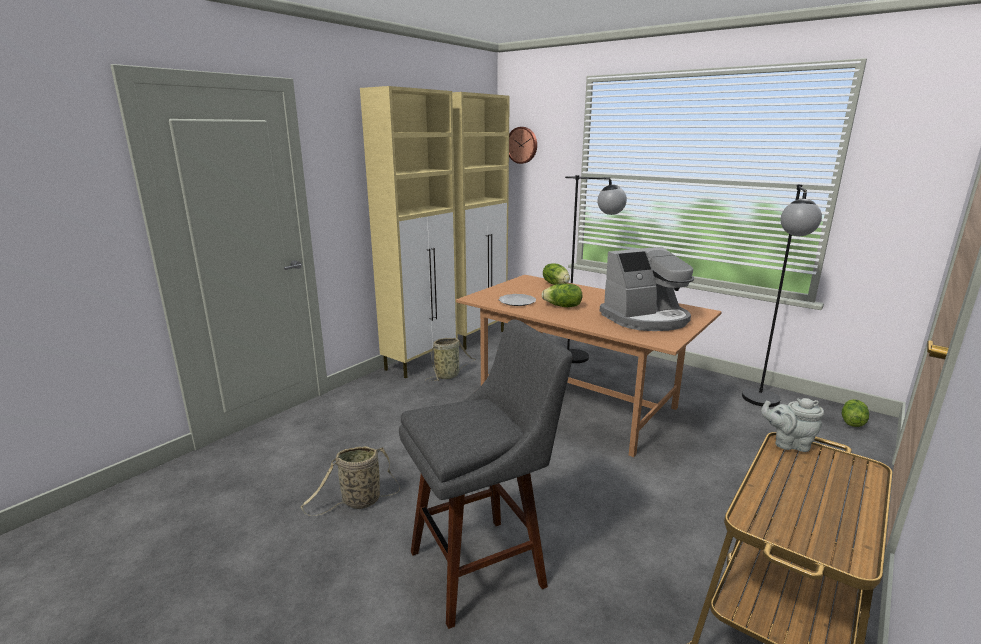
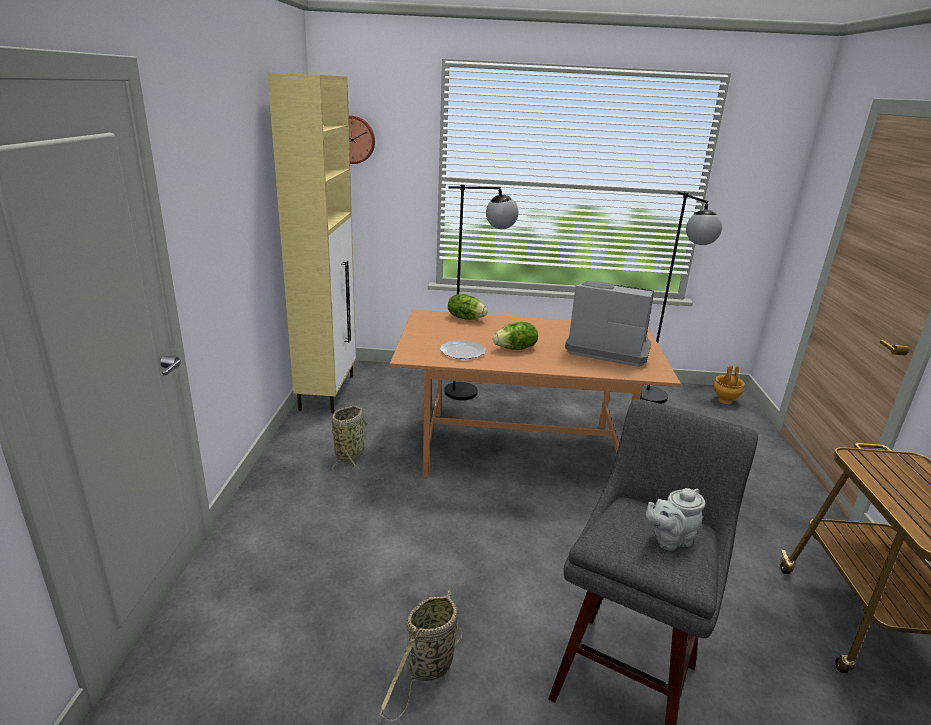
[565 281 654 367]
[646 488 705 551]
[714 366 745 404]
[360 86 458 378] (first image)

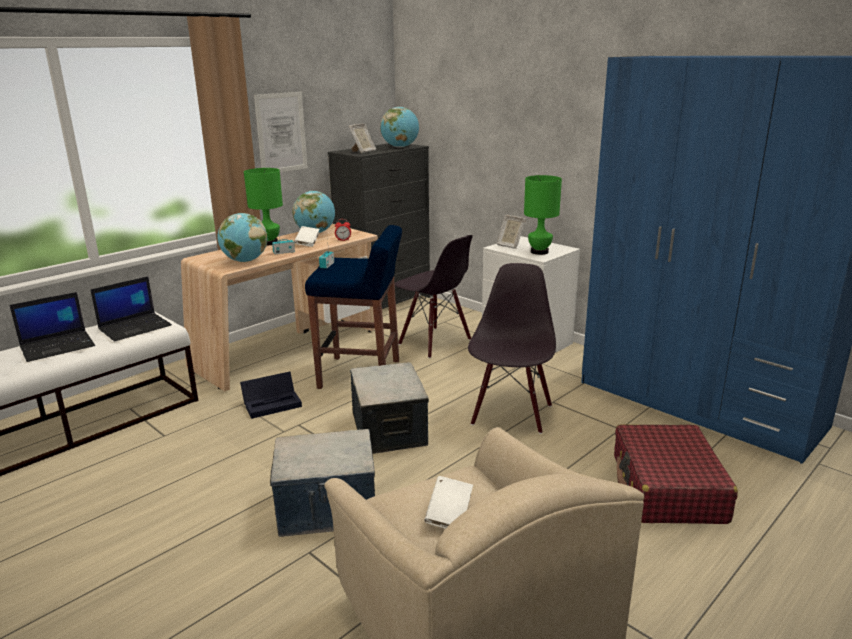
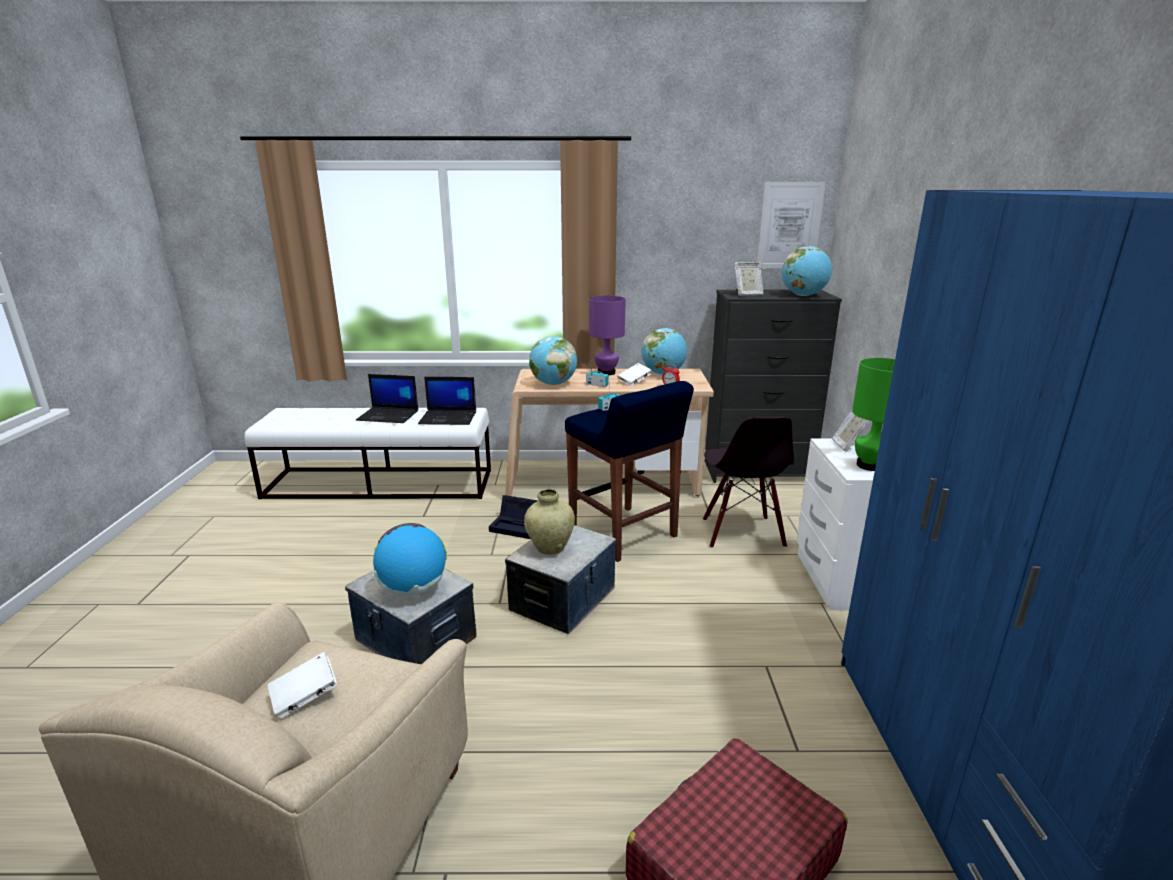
[373 523 447 596]
[524 489 575 555]
[589 296 626 375]
[757 182 826 268]
[468 263 556 434] (first image)

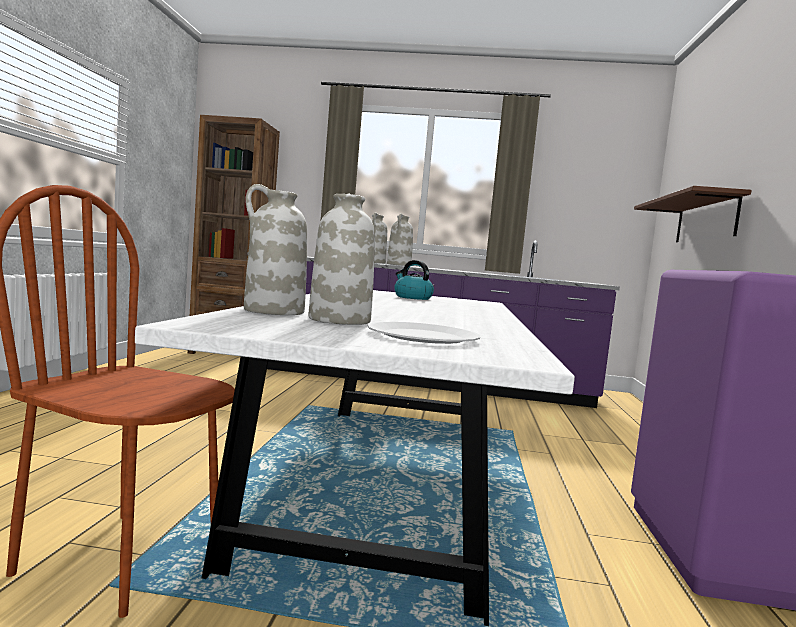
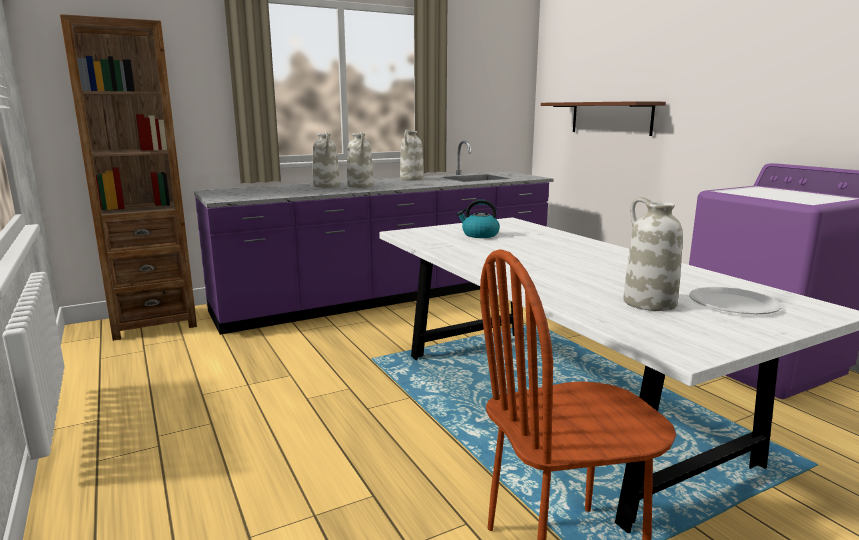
[400 130 424 181]

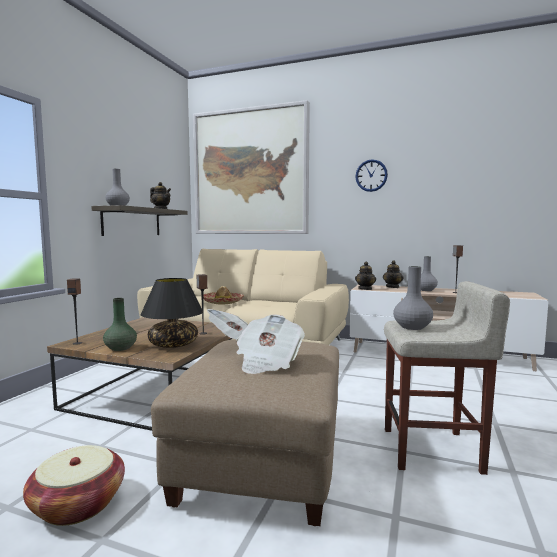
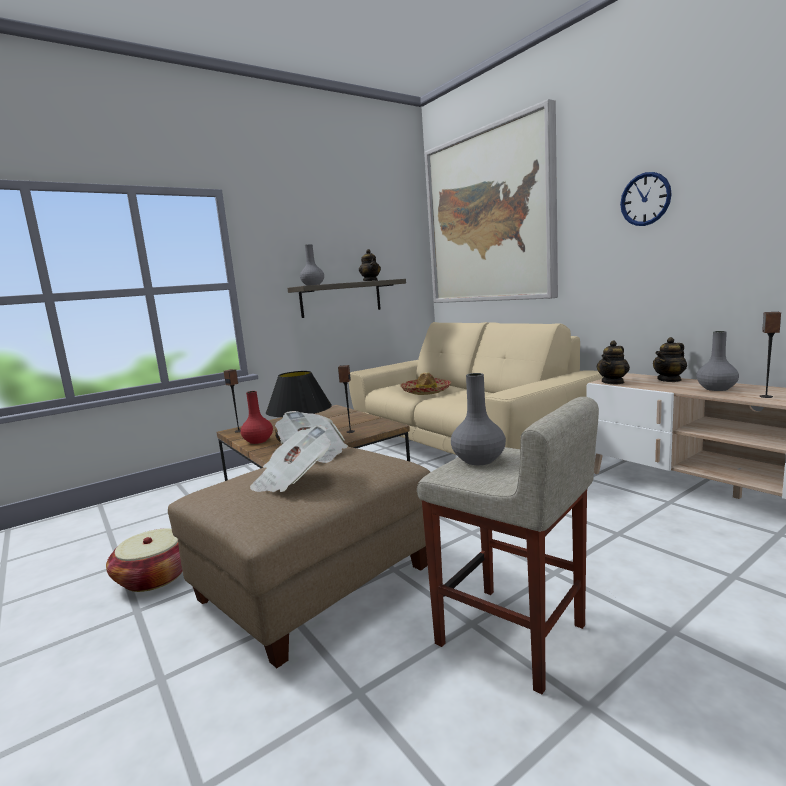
[240 391 273 444]

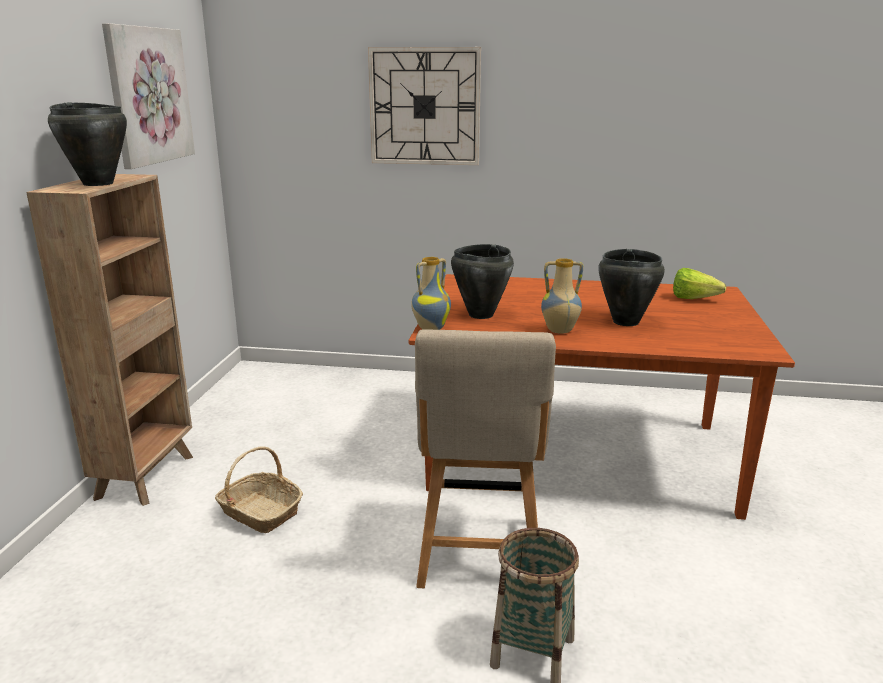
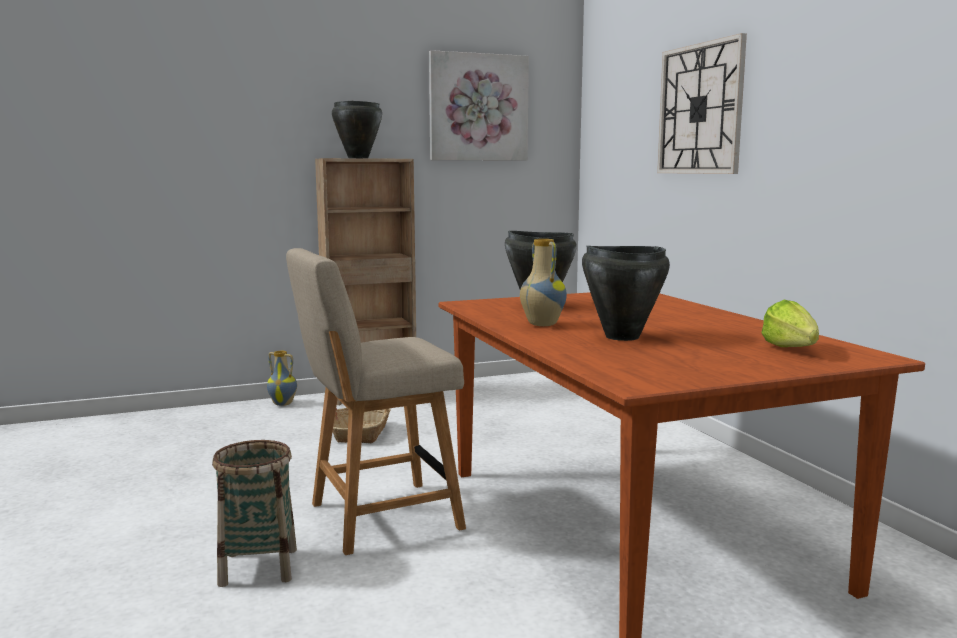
[267 351 297 406]

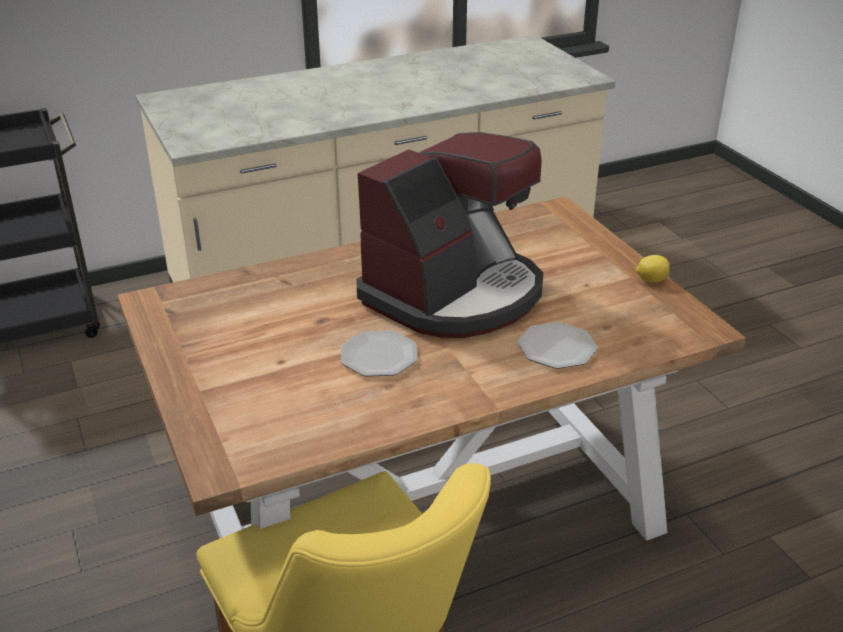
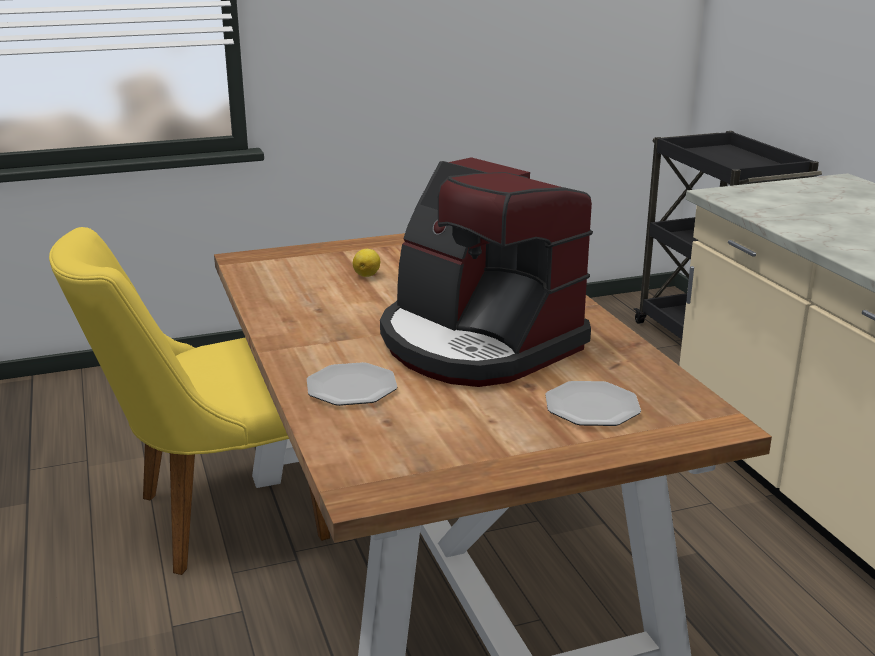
[353 249 380 277]
[545 381 641 426]

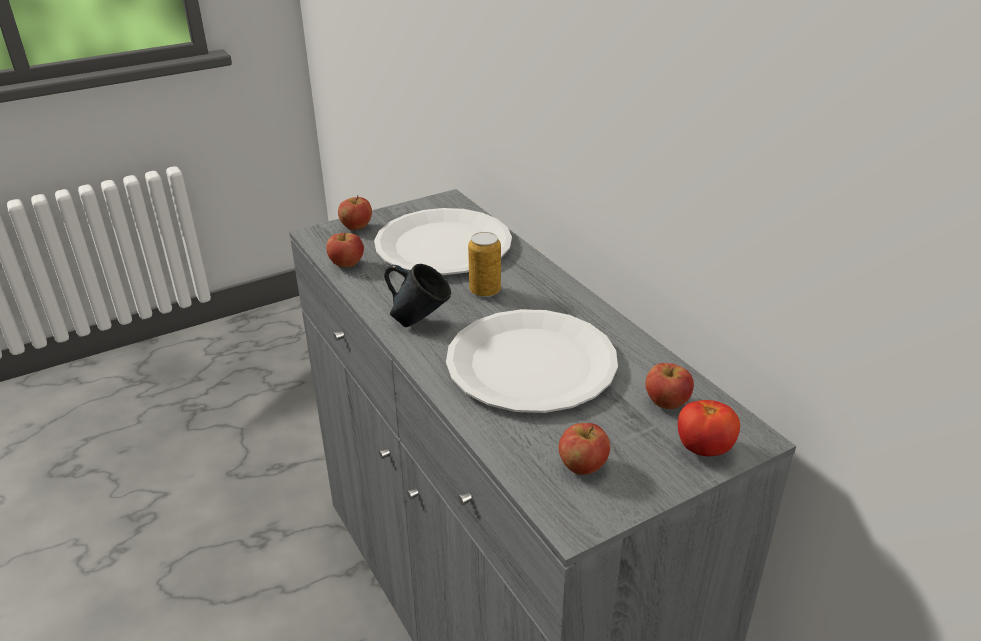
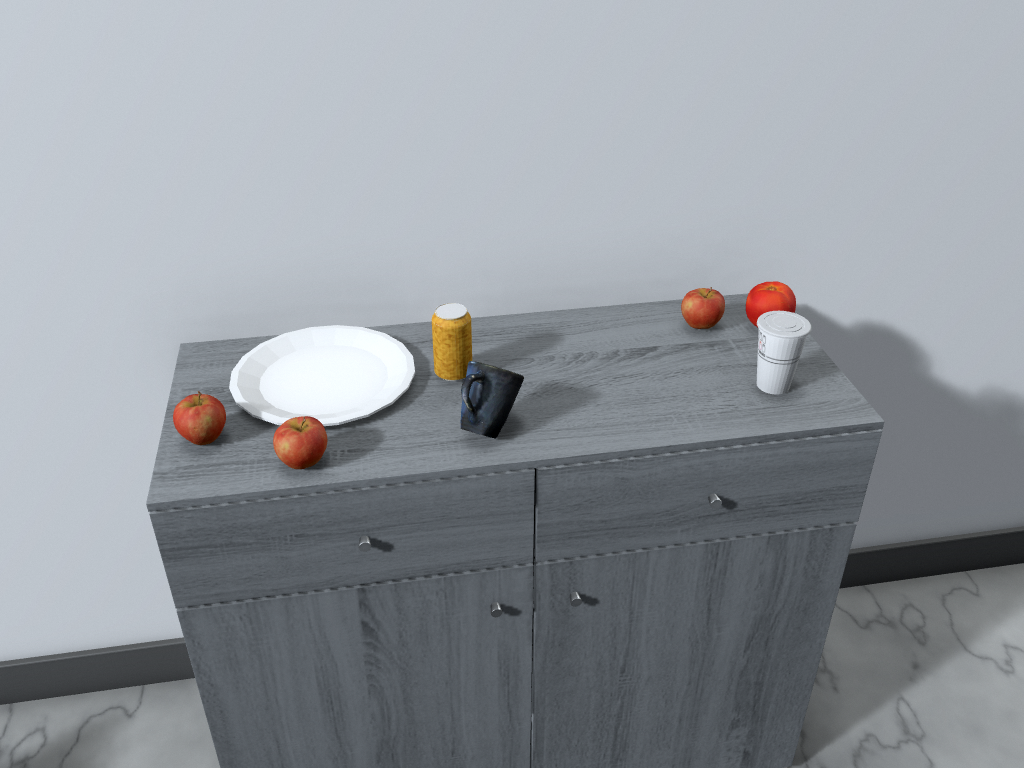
[757 311 811 395]
[446 309 618 413] (first image)

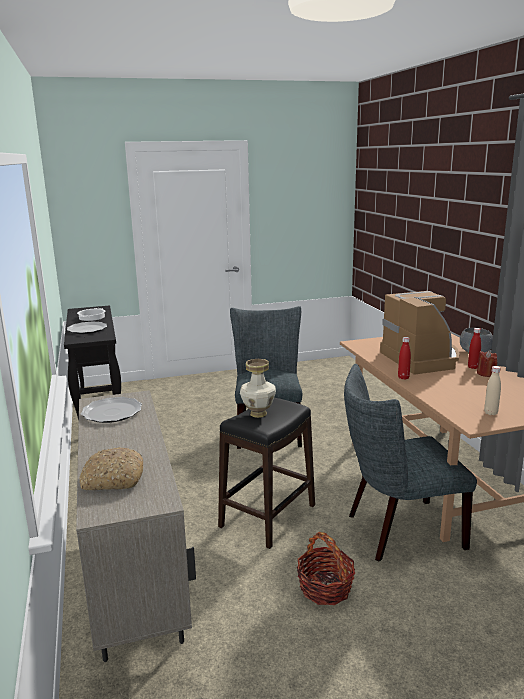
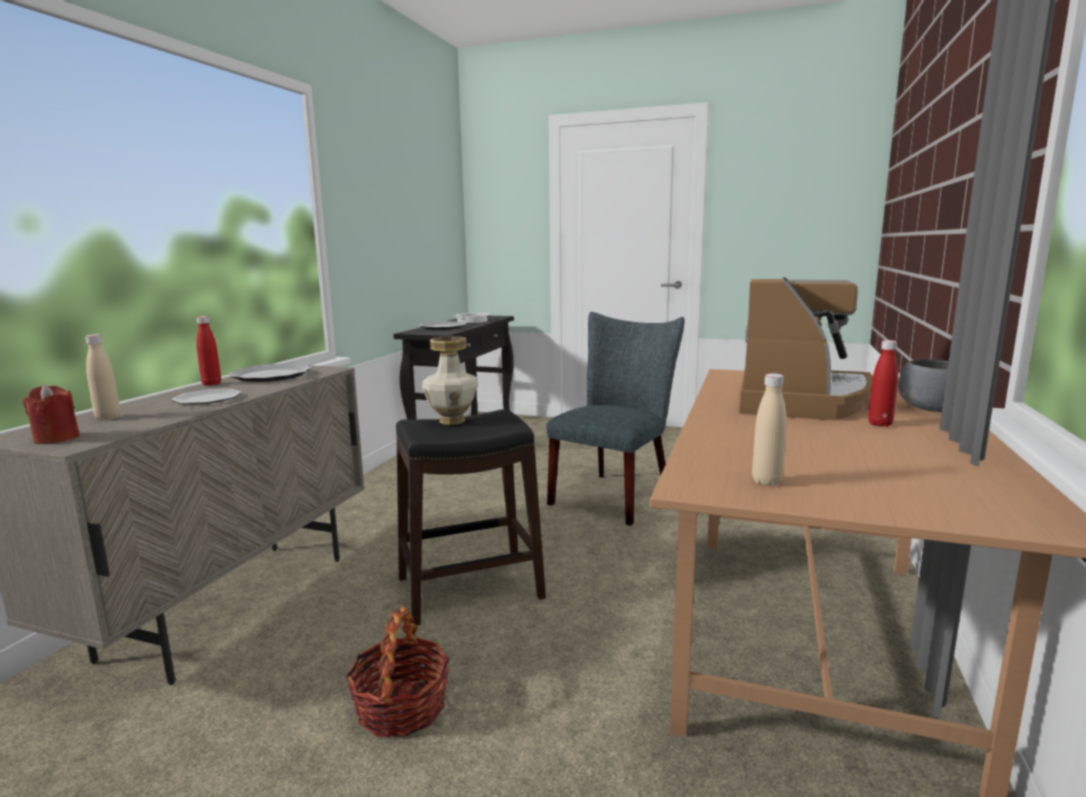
[23 384 80 444]
[85 334 120 420]
[171 389 242 404]
[196 316 221 386]
[344 364 477 561] (first image)

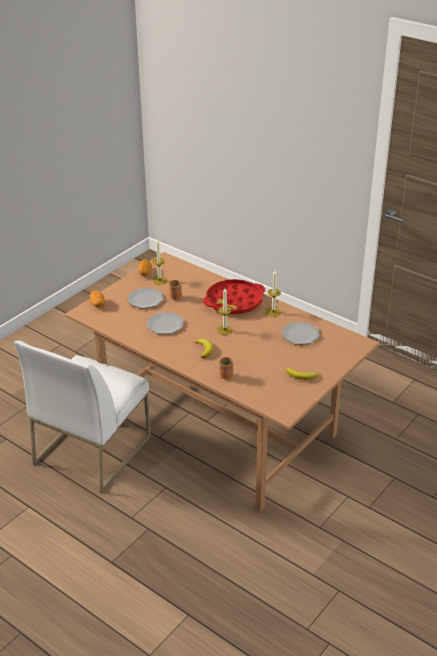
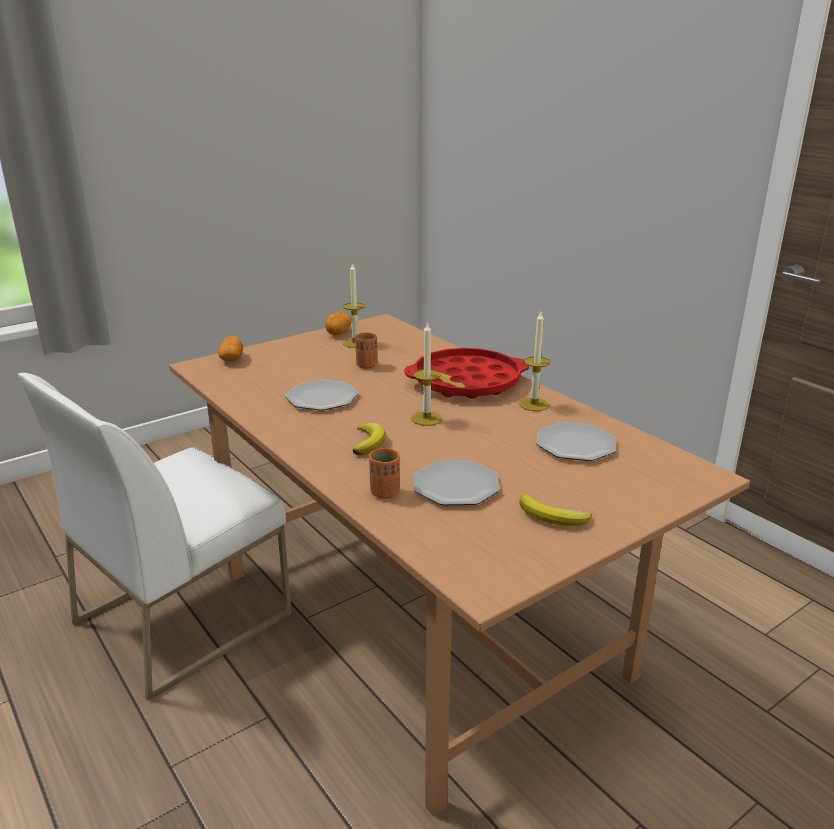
[413 460 500 505]

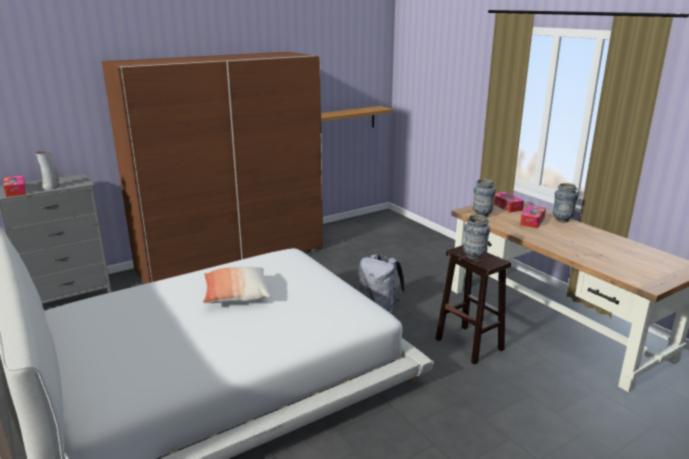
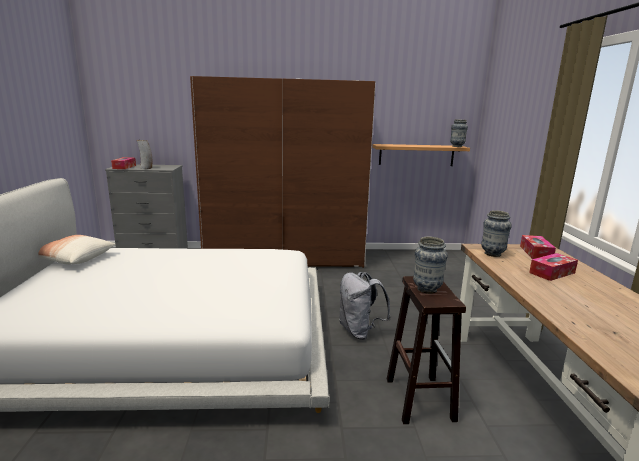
[38 235 116 264]
[450 119 468 147]

